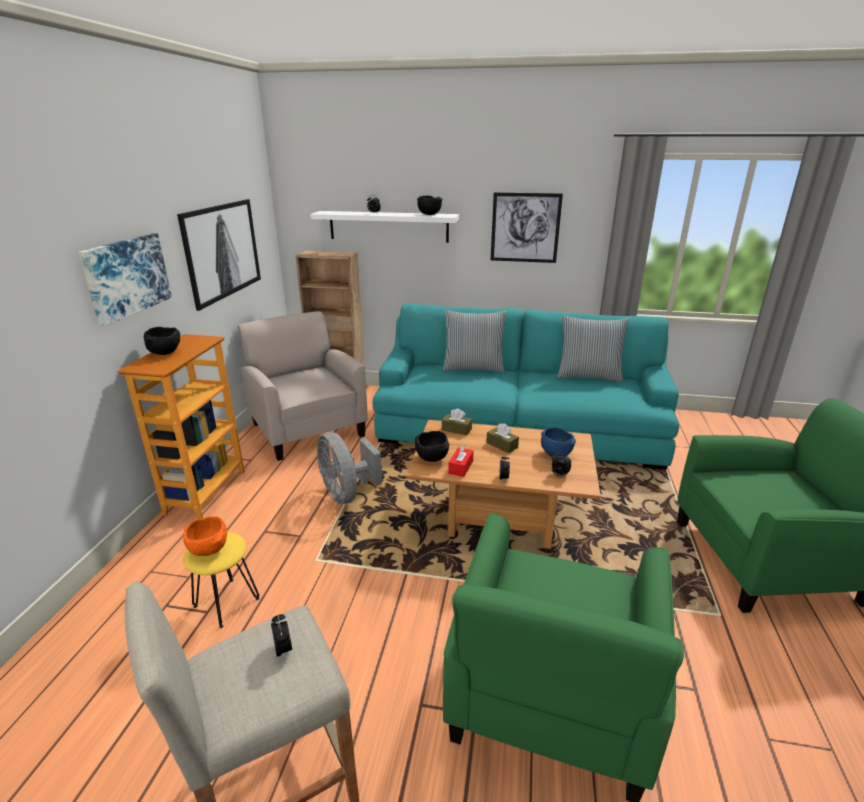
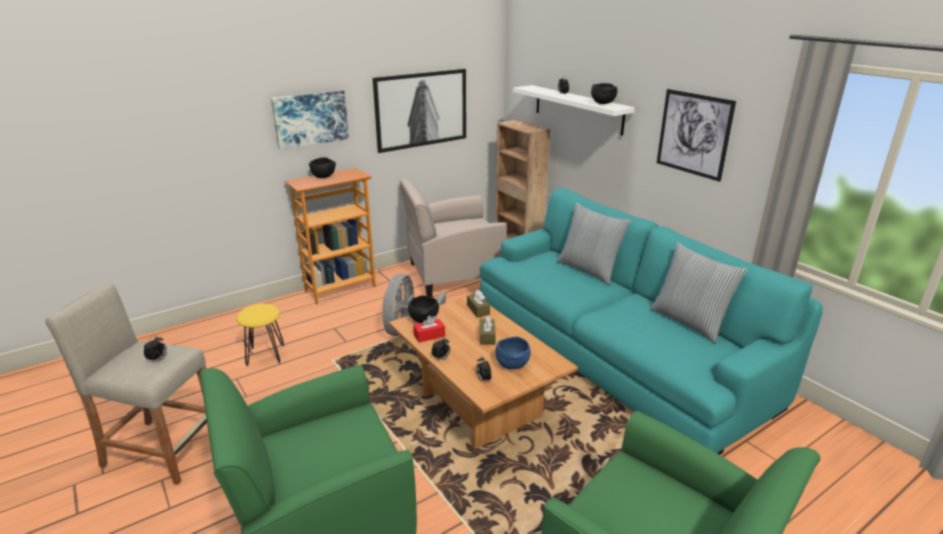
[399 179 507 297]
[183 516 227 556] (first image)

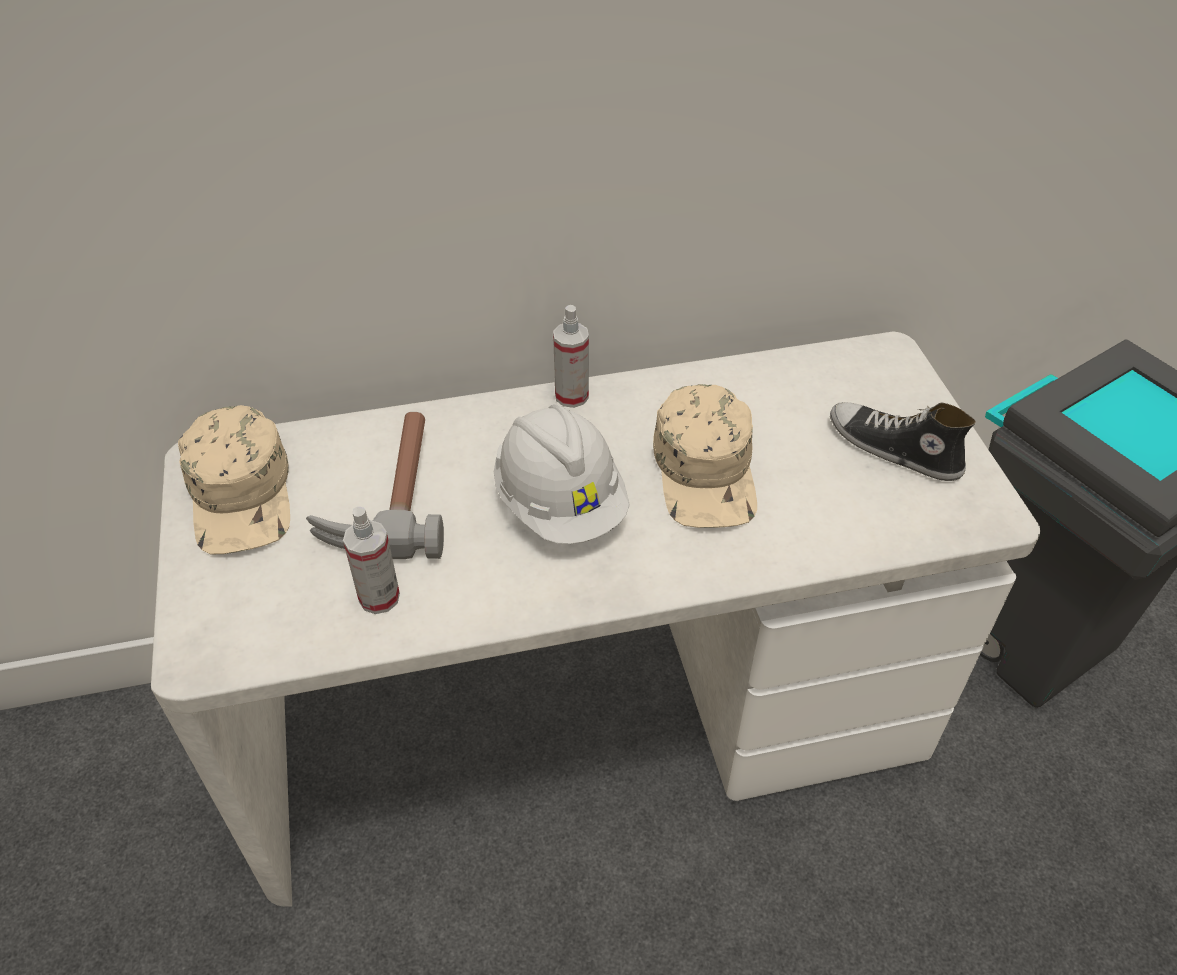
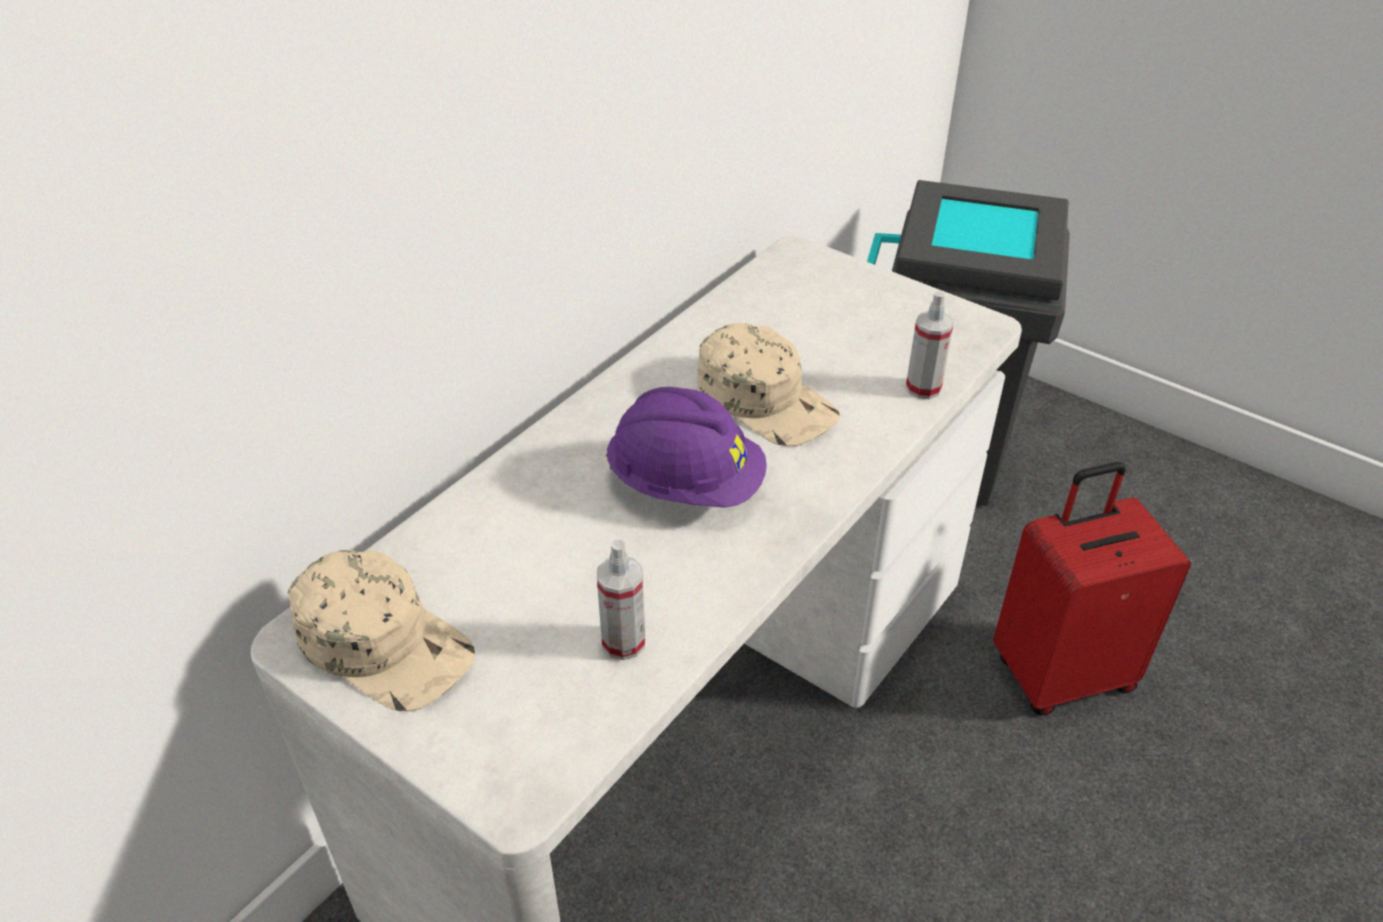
[606 387 767 508]
[906 291 954 399]
[993 462 1191 715]
[306 412 444 559] (first image)
[830 402 976 481] (first image)

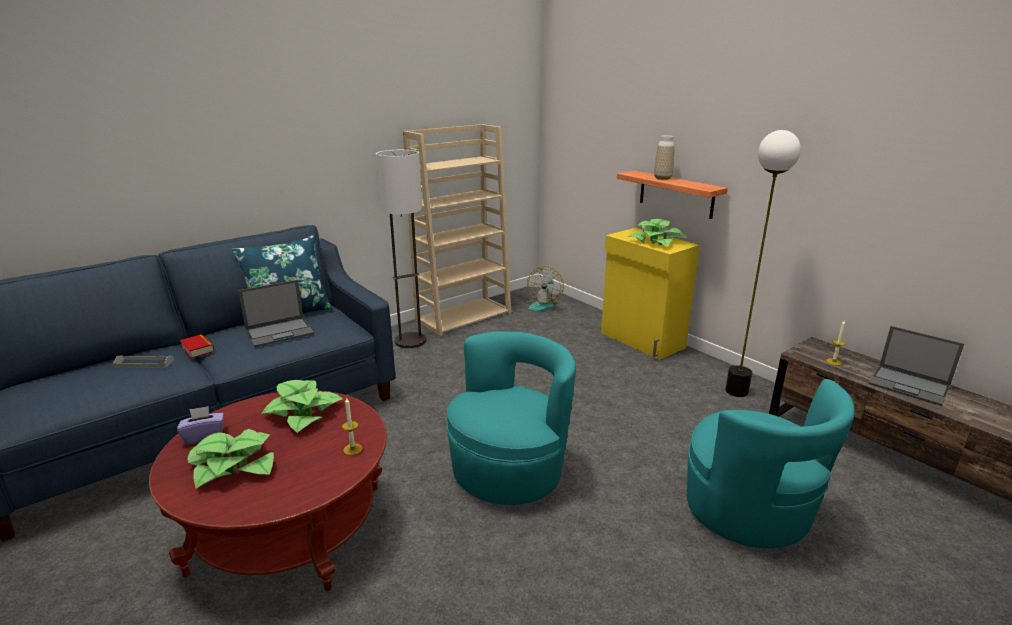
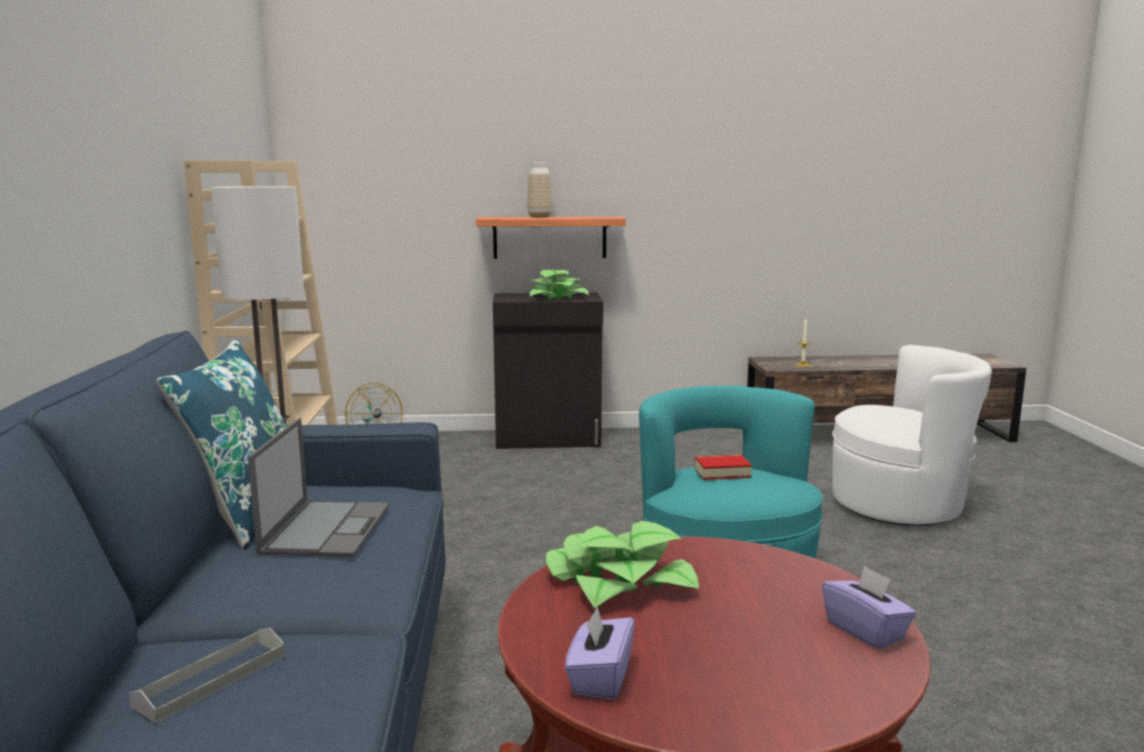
[493 293 603 449]
[694 455 752 480]
[822 565 916 649]
[832 345 992 526]
[187 429 274 489] (first image)
[342 398 362 455] (first image)
[725 130 801 397] (first image)
[868 326 964 406] (first image)

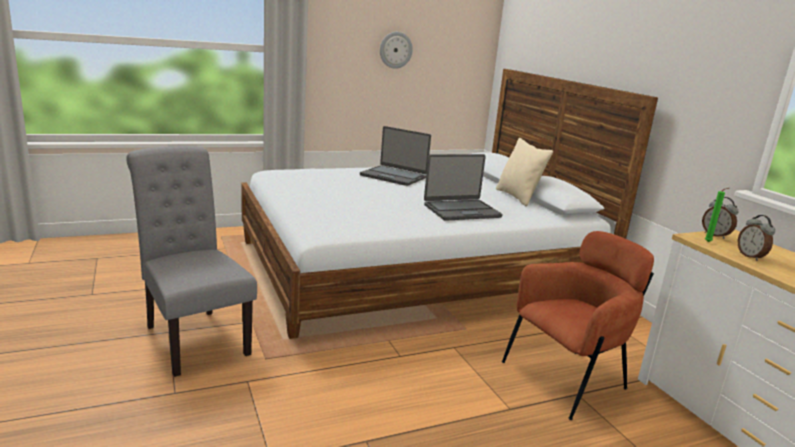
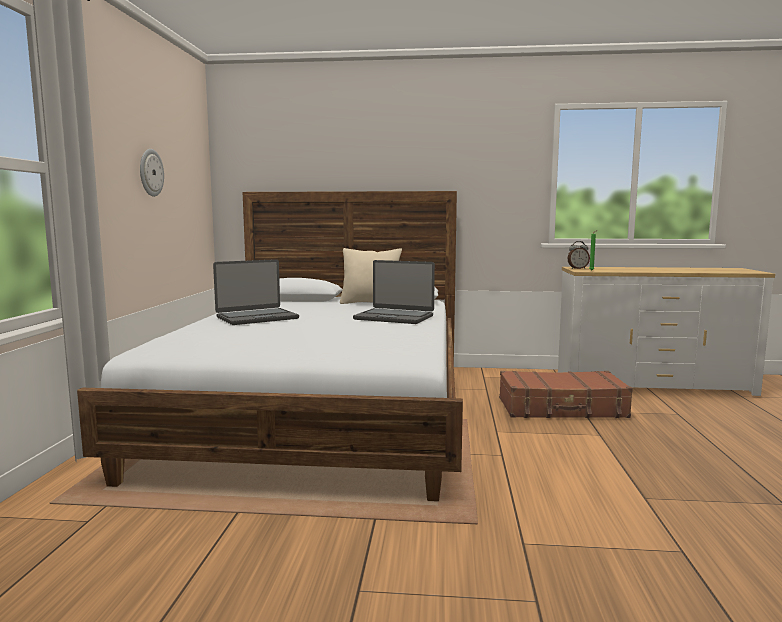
[353 260 435 324]
[499 371 633 418]
[126 146 257 377] (first image)
[738 215 775 261] (first image)

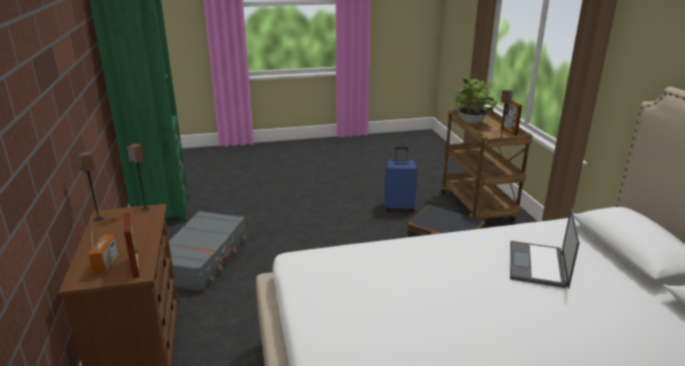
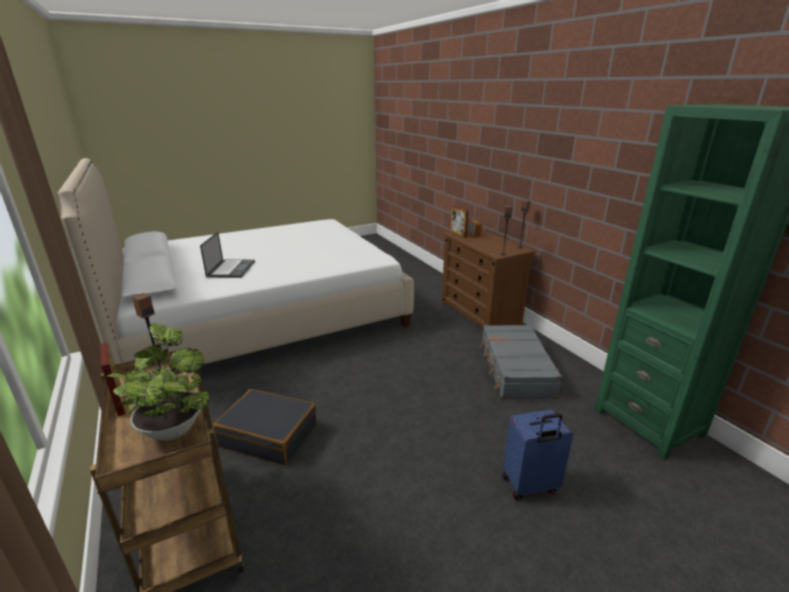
[502 410 573 500]

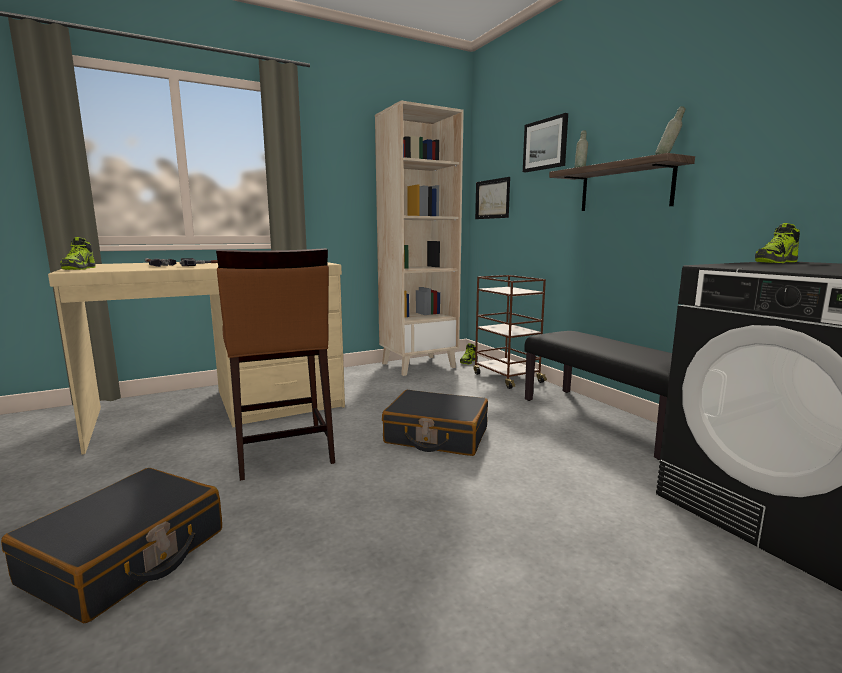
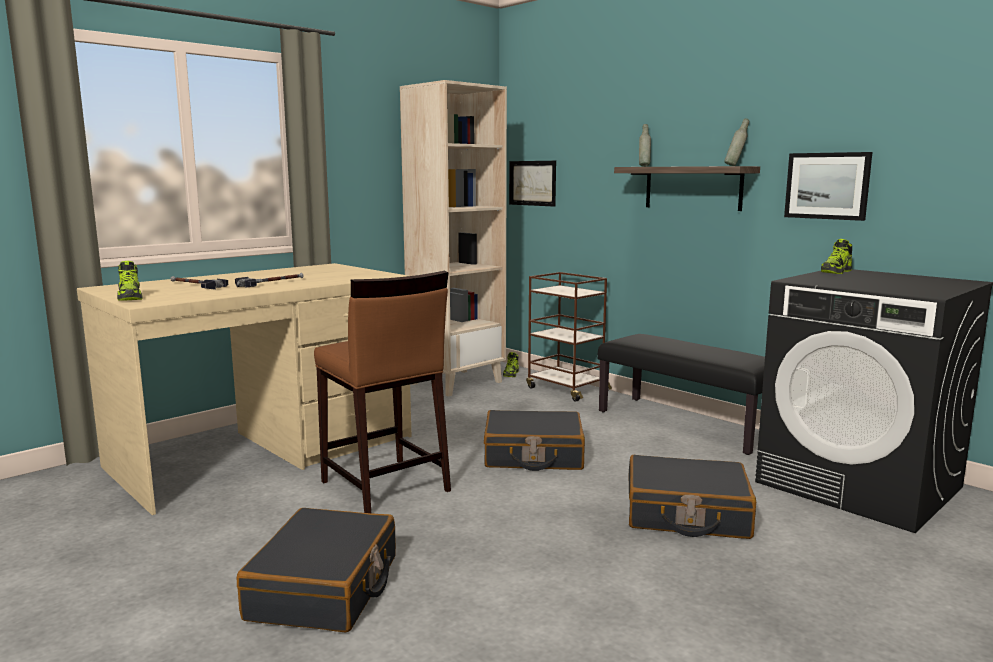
[629 455 756 539]
[784 152 872 221]

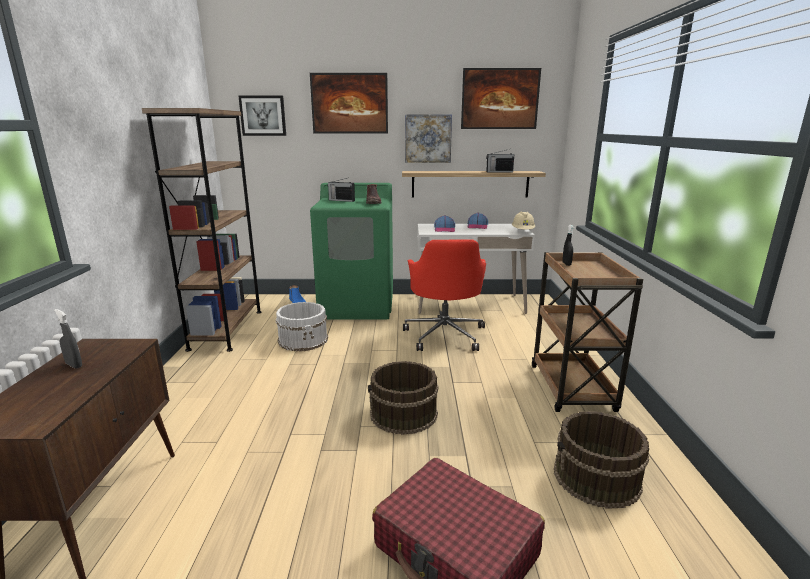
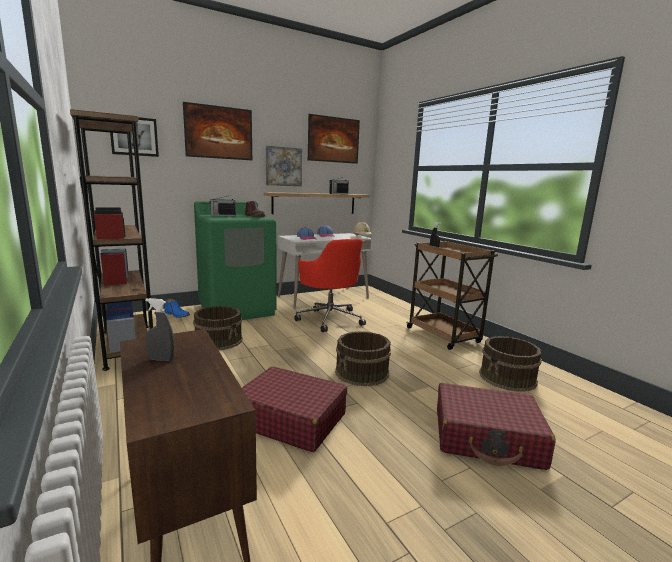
[193 306 243 350]
[242 366 347 452]

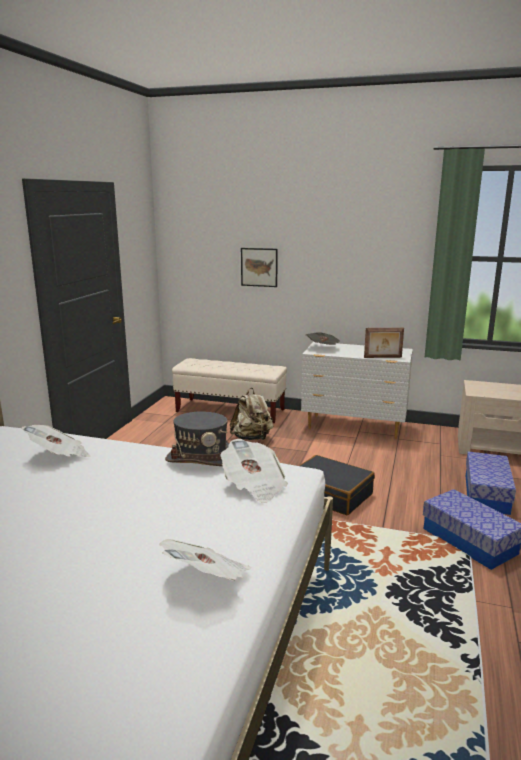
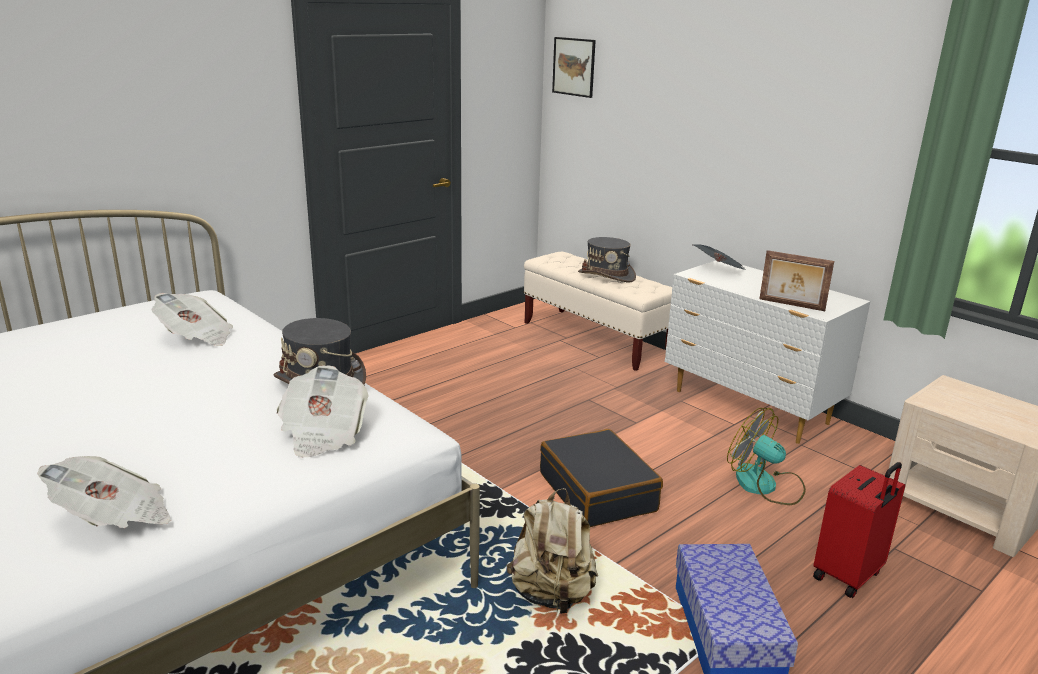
[507 488 598 614]
[552 37 596 98]
[578 237 636 282]
[727 408 806 505]
[813 462 905 598]

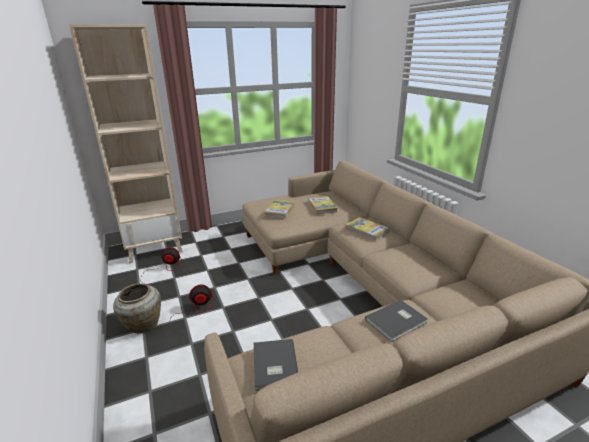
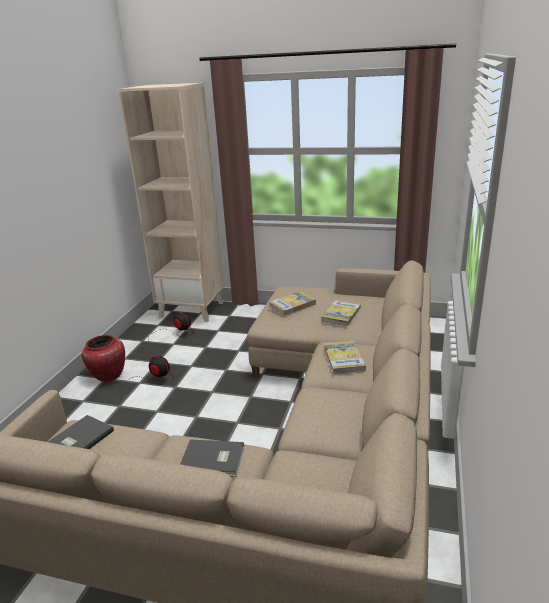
[82 335 125 382]

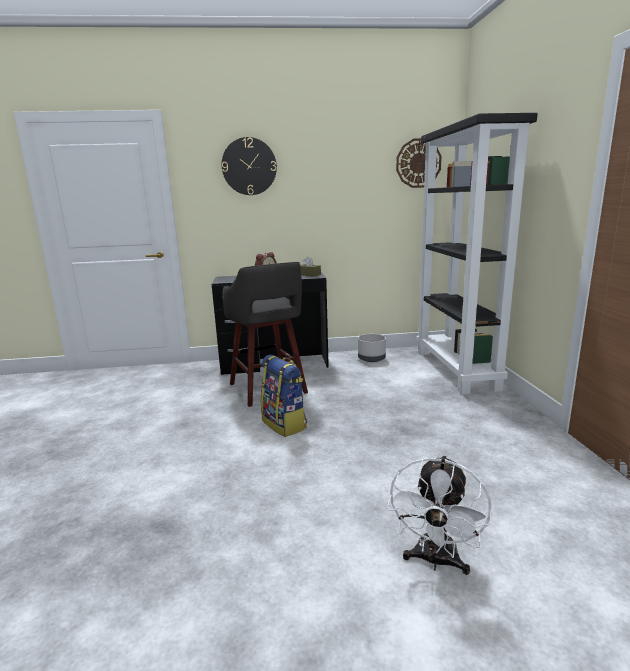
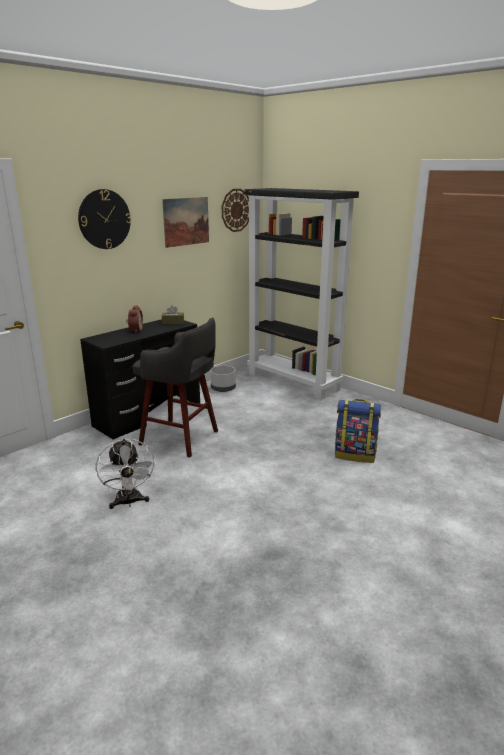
[96 439 156 509]
[162 197 209 248]
[335 399 381 463]

